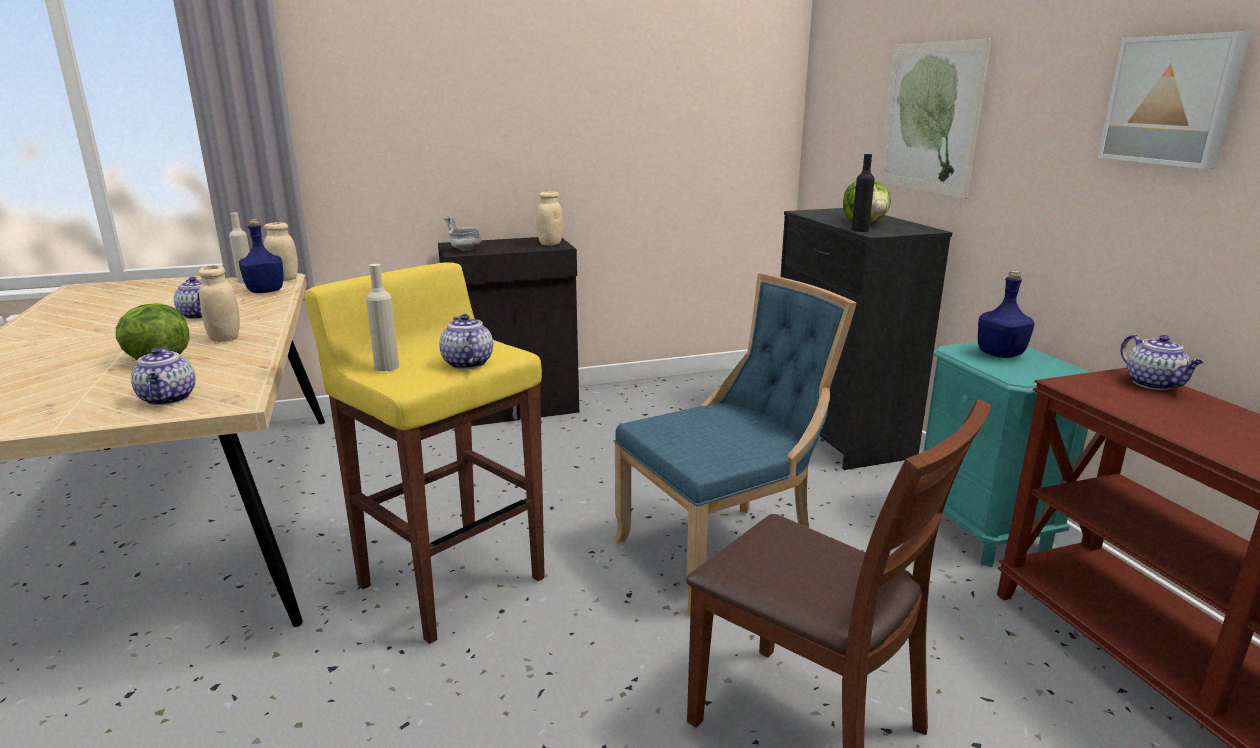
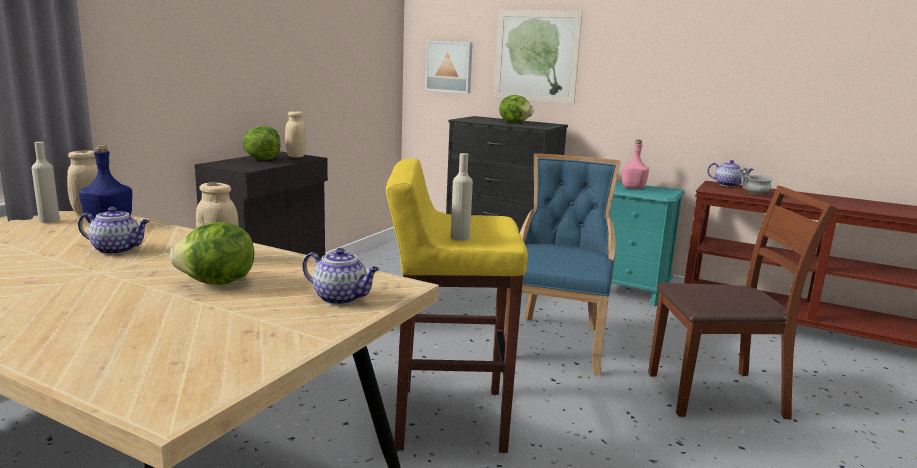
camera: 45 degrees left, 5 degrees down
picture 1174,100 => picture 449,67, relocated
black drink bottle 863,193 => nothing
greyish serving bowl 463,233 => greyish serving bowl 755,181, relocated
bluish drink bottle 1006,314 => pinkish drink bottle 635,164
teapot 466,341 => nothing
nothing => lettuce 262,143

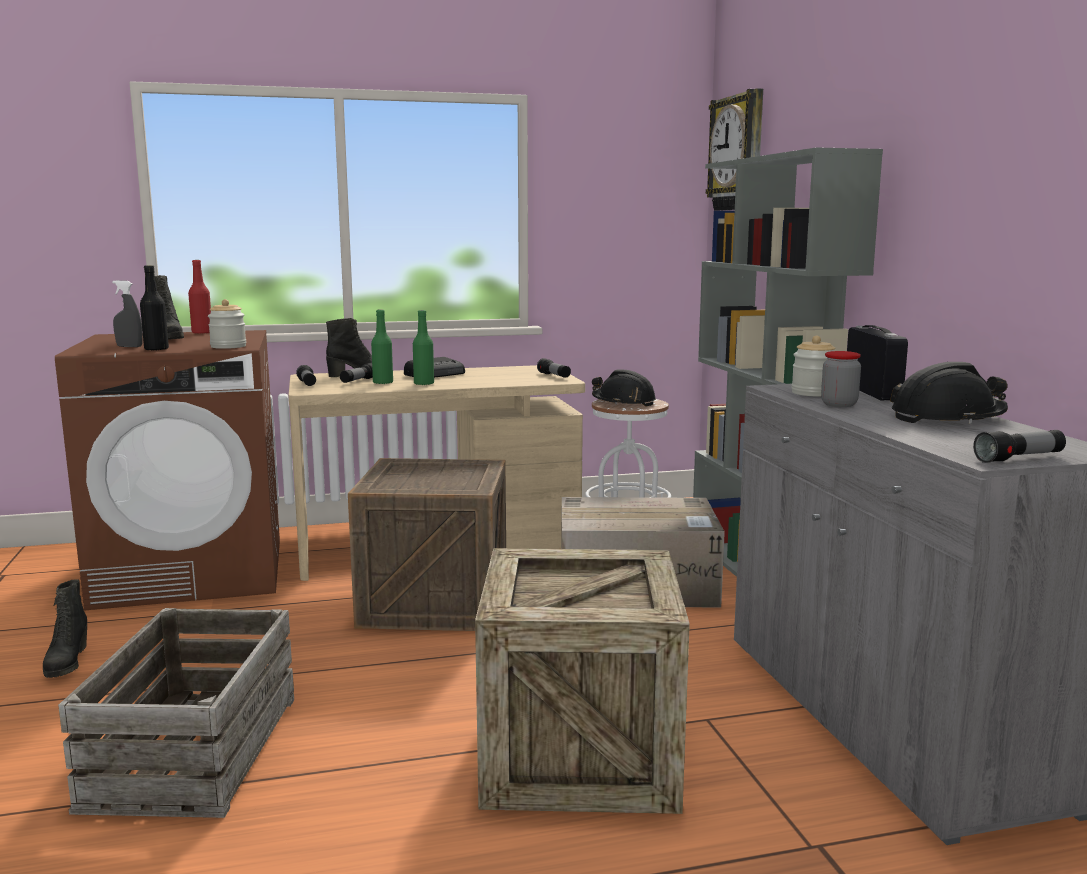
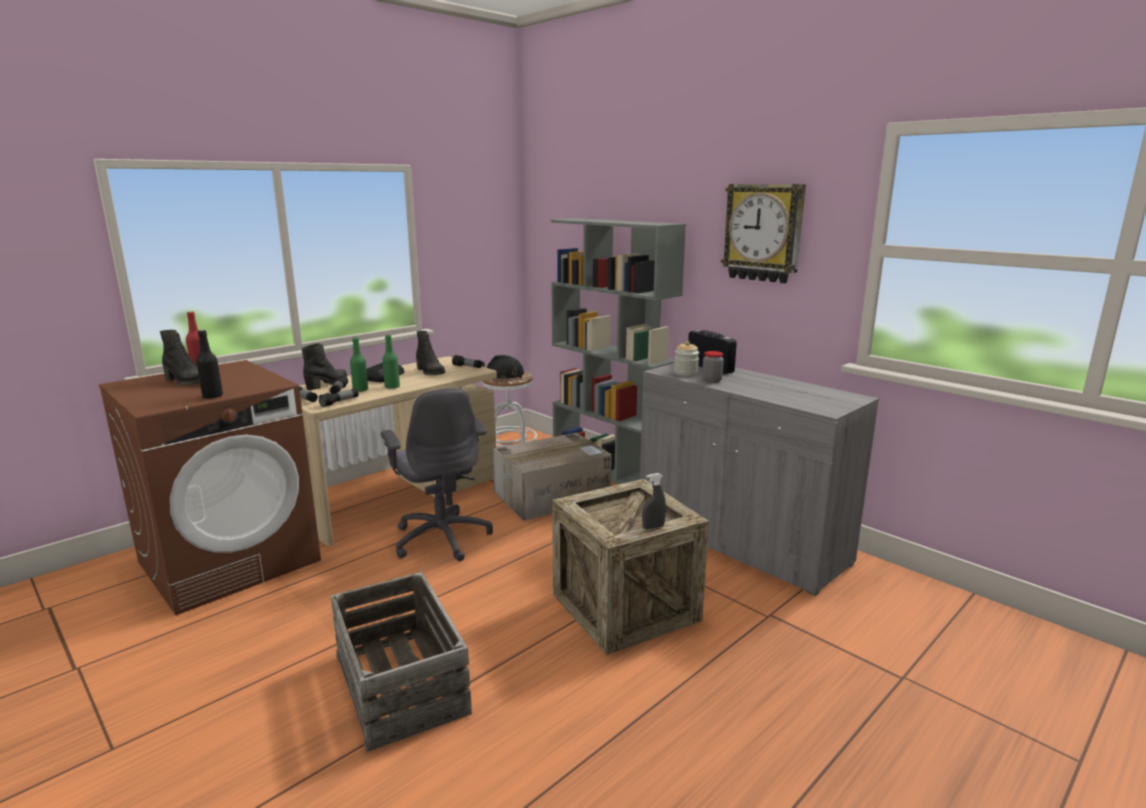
camera: 30 degrees left, 5 degrees up
clock on the wall 734,149 => clock on the wall 763,234, relocated
greyish sprayer 127,313 => greyish sprayer 654,501, relocated
preserve jar 227,324 => nothing
black hard hat 949,393 => nothing
flashlight 1019,446 => flashlight 339,397, relocated
crate 427,544 => greyish office chair 437,474
black tall boot 65,629 => black tall boot 430,353, relocated

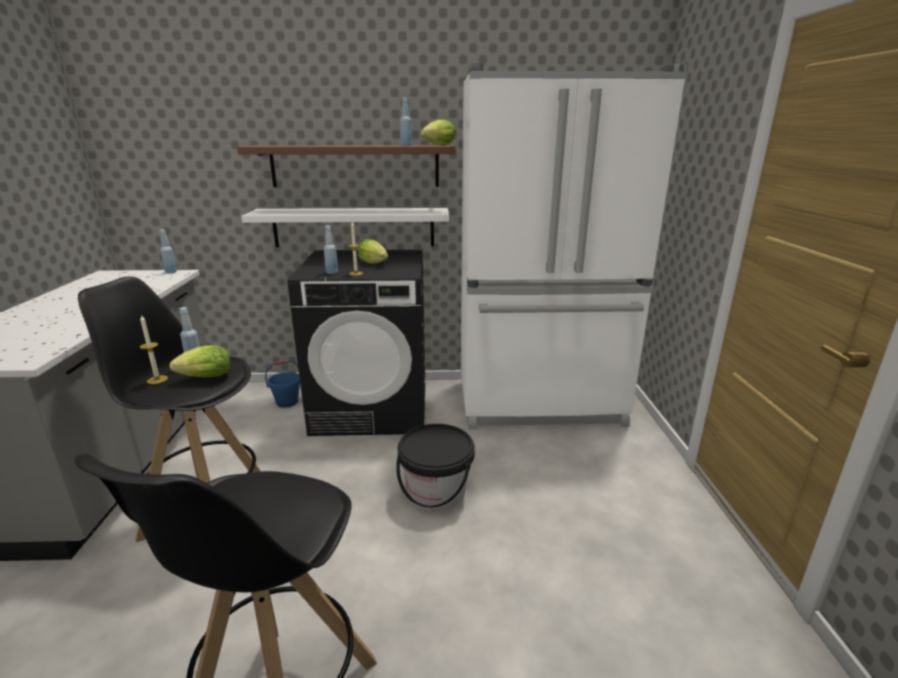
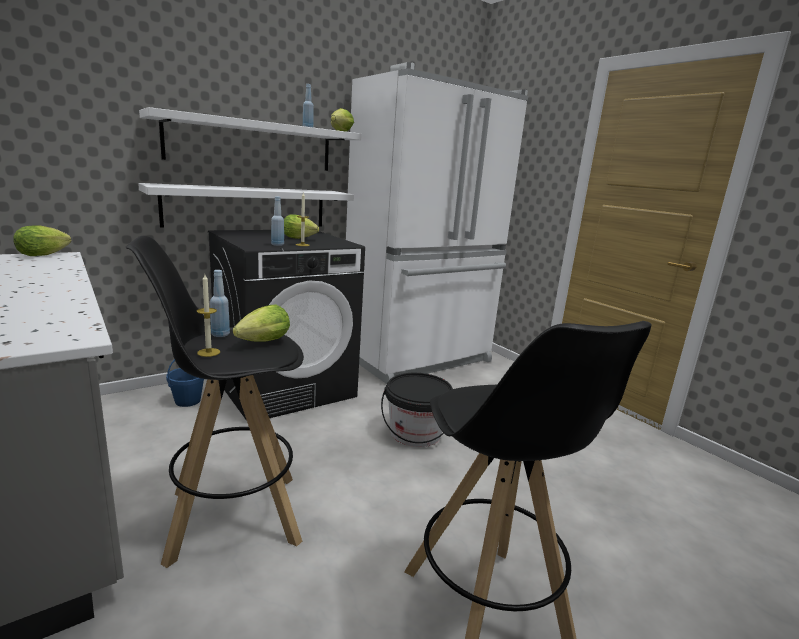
camera: 35 degrees left, 5 degrees down
brownish bracket shelf 346,166 => white-coloured bracket shelf 250,139
bluish drink bottle 168,251 => lettuce 42,240

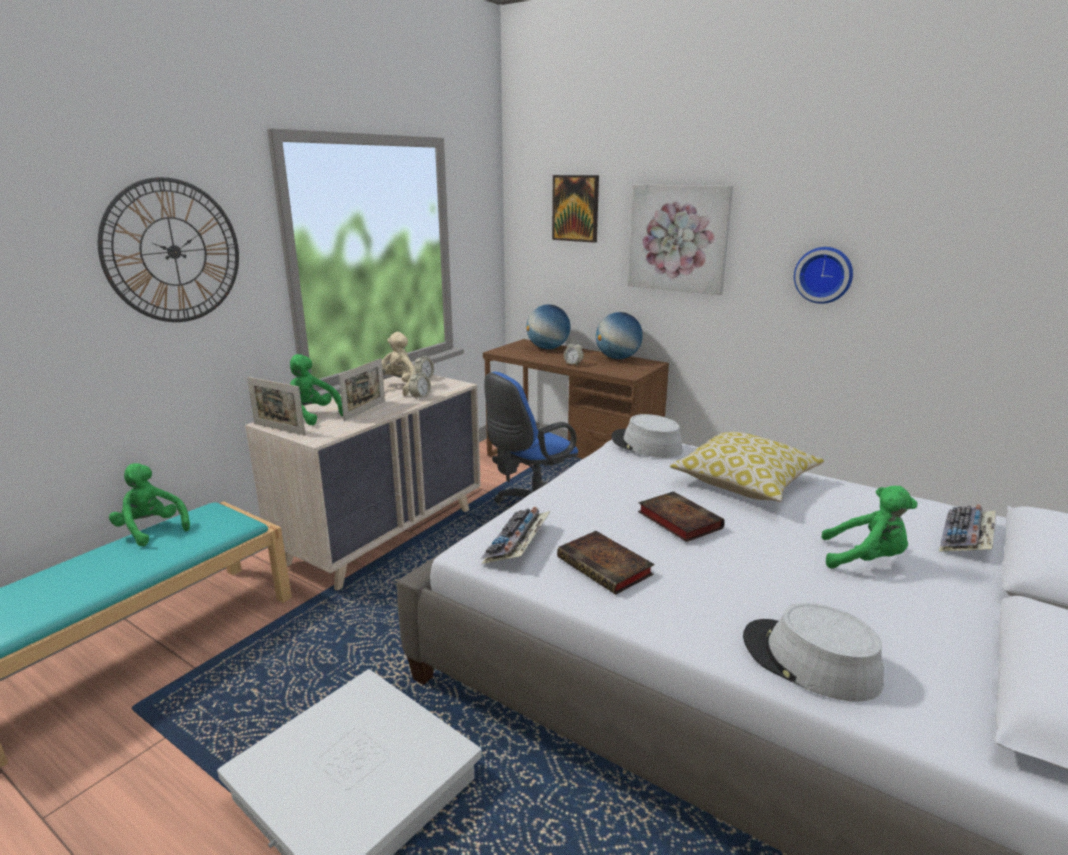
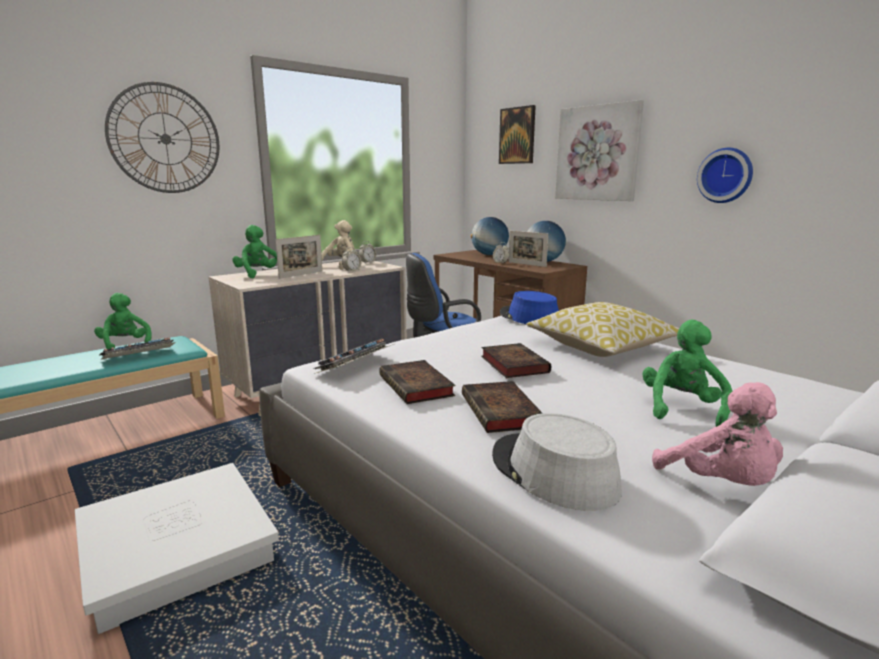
camera: 15 degrees right, 5 degrees down
picture frame 276,406 => picture frame 528,249, relocated
greyish clothing hat 647,436 => bluish clothing hat 529,307
green soft toy 869,527 => green soft toy 687,373, 105 degrees counterclockwise
PC keyboard 967,528 => PC keyboard 137,348, relocated
nothing => book 502,407
nothing => pinkish soft toy 717,434

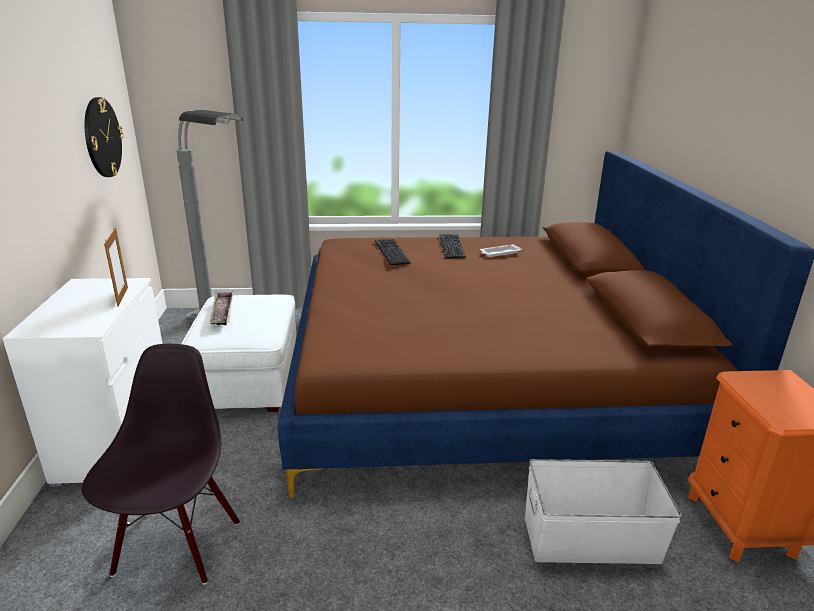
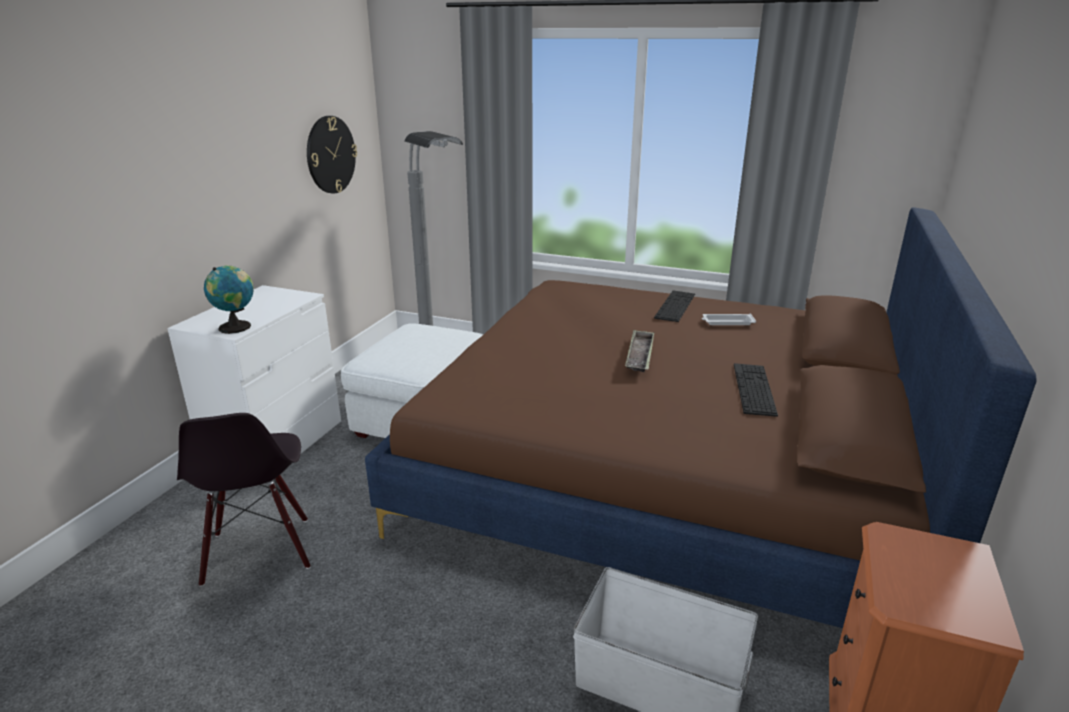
camera: 25 degrees right, 0 degrees up
picture frame 116,267 => nothing
PC keyboard 393,252 => PC keyboard 756,390, relocated
serving tray 221,308 => serving tray 639,351, relocated
black upright chair 161,464 => black upright chair 244,500, 135 degrees clockwise
nothing => globe 229,300

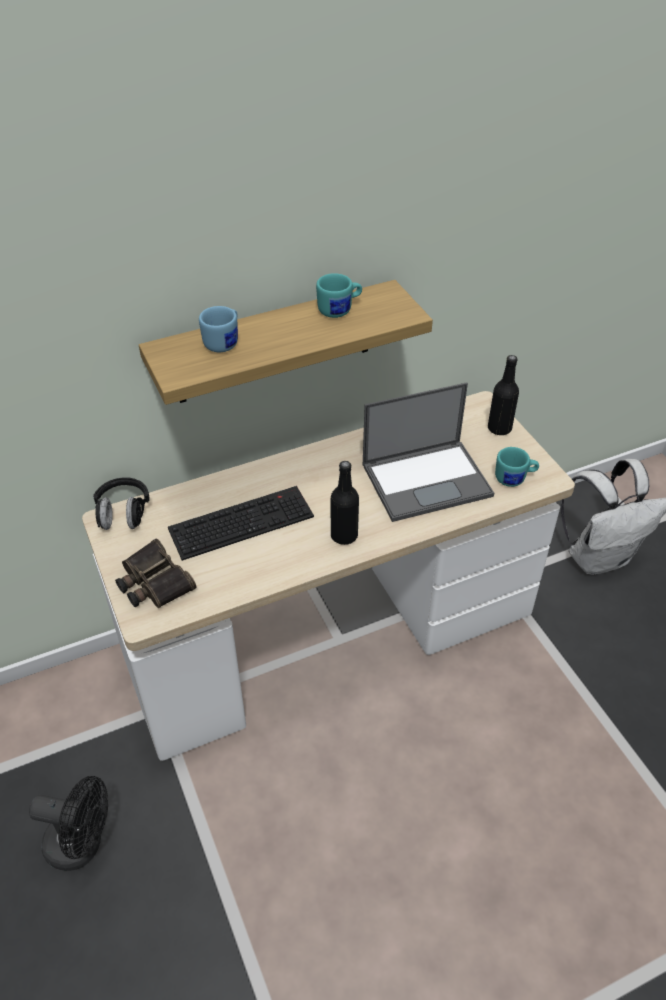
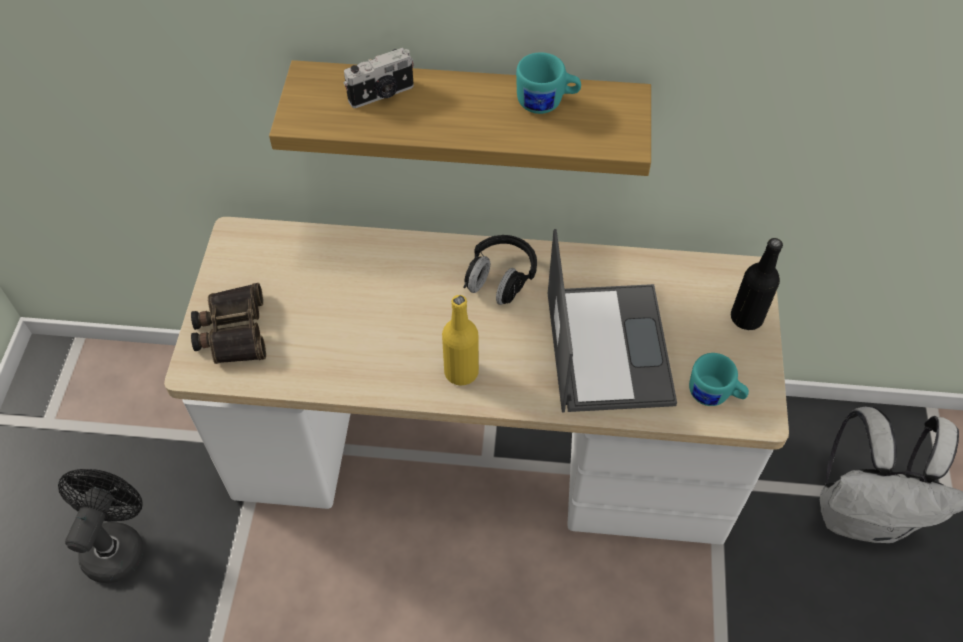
camera: 30 degrees right, 10 degrees up
bluish coffee mug 218,329 => still camera 379,78
notebook computer 428,452 => notebook computer 612,320, 105 degrees counterclockwise
black drink bottle 345,503 => yellow drink bottle 460,340
black headset 121,503 => black headset 500,270, relocated
PC keyboard 241,523 => nothing
black fan 68,823 => black fan 100,526, 120 degrees counterclockwise

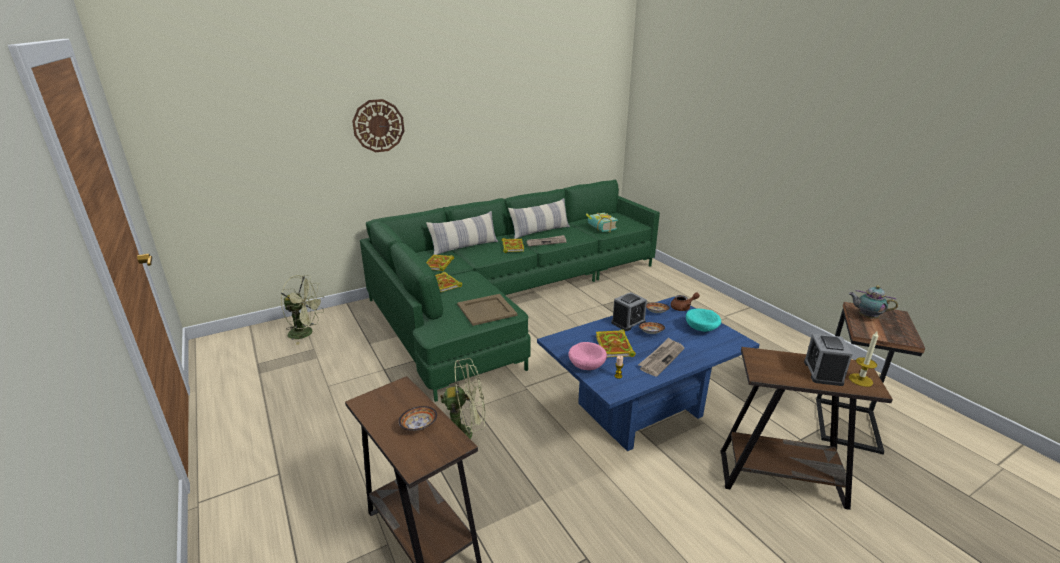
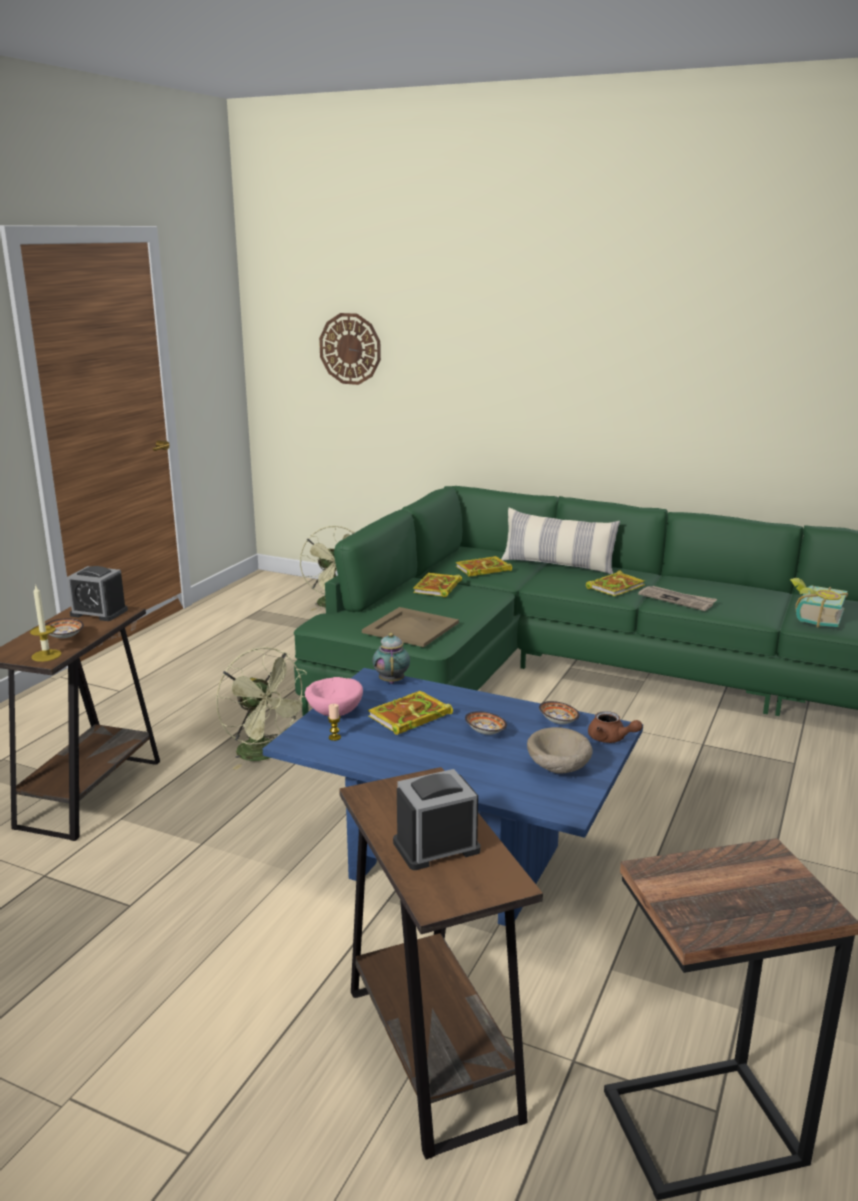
camera: 55 degrees right, 5 degrees down
clock on the wall 378,125 => clock on the wall 350,349, relocated
throw pillow 539,218 => nothing
teapot 873,302 => teapot 391,658, relocated
bedside clock 629,311 => bedside clock 97,593, relocated
turquoise serving bowl 703,320 => beige-coloured serving bowl 560,750
wax candle 863,358 => wax candle 46,623, relocated
printed paper 661,357 => nothing

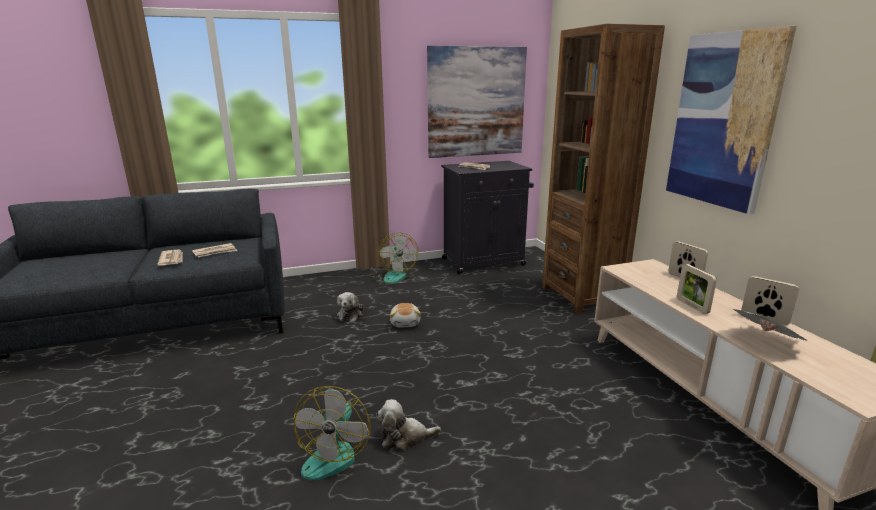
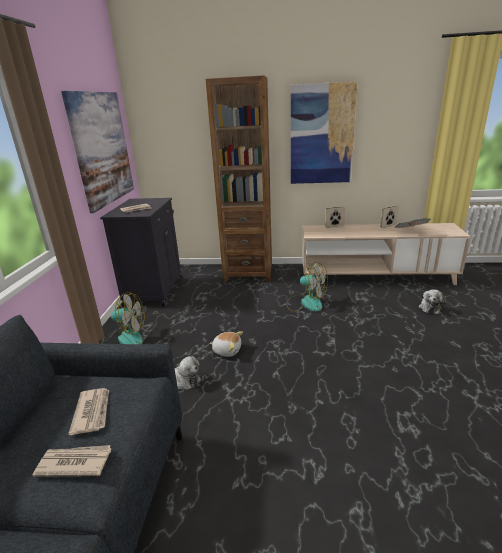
camera: 65 degrees left, 5 degrees up
picture frame 697,289 => nothing
fan 332,433 => fan 307,287, relocated
soft toy 408,425 => soft toy 432,301, relocated

